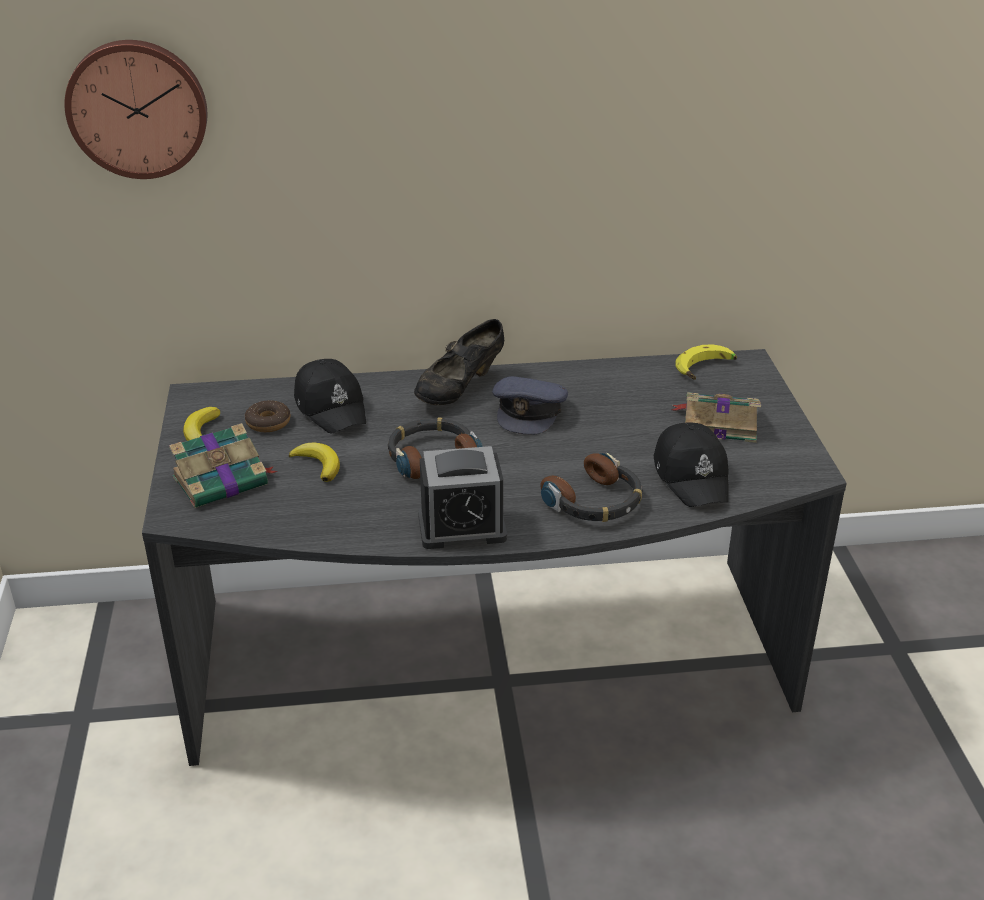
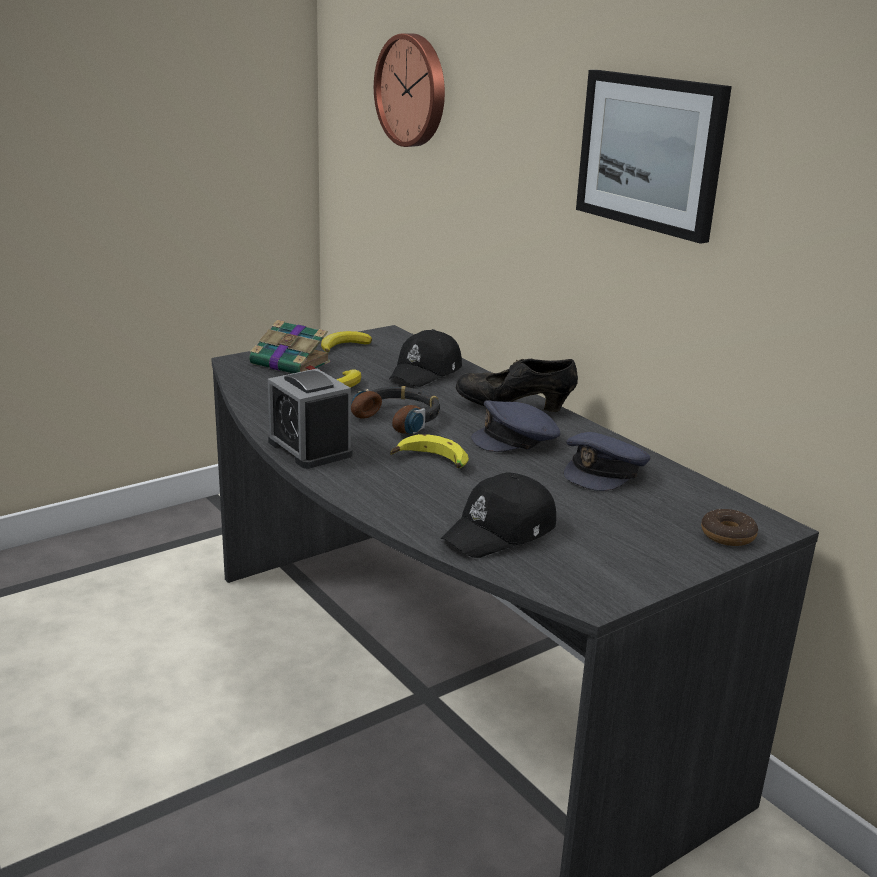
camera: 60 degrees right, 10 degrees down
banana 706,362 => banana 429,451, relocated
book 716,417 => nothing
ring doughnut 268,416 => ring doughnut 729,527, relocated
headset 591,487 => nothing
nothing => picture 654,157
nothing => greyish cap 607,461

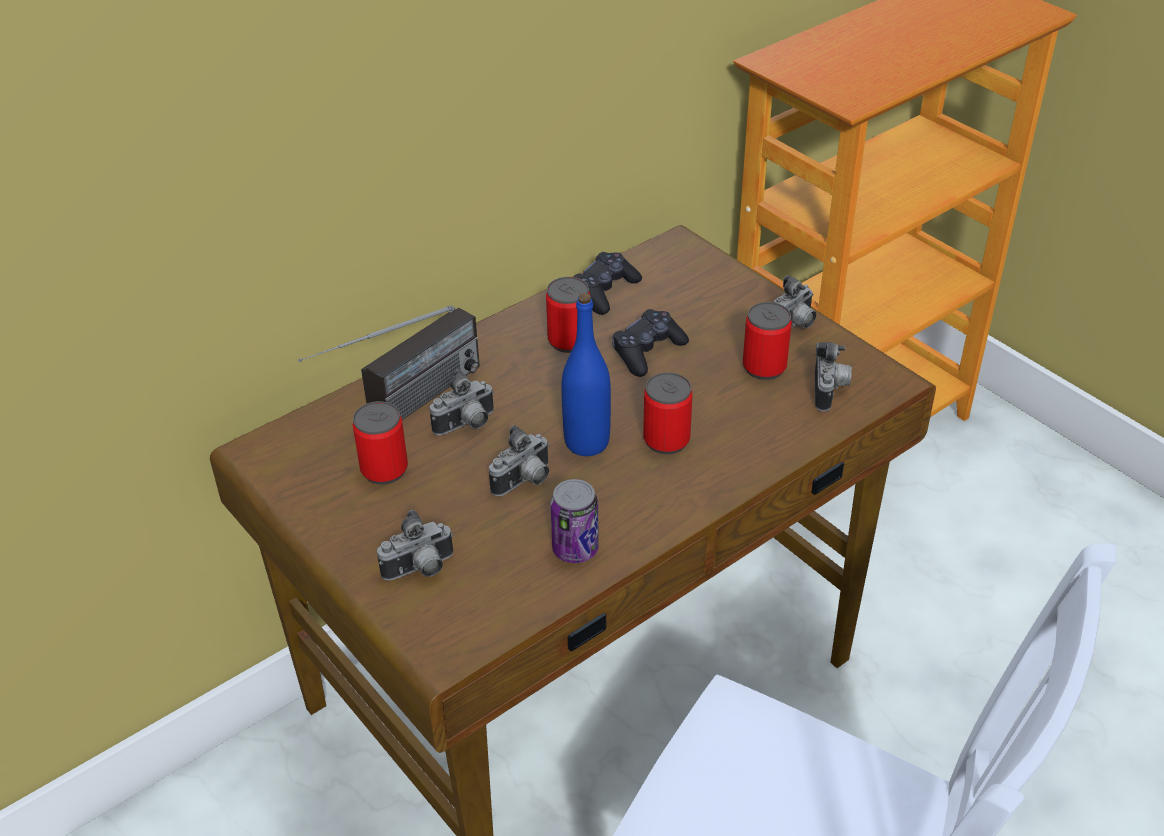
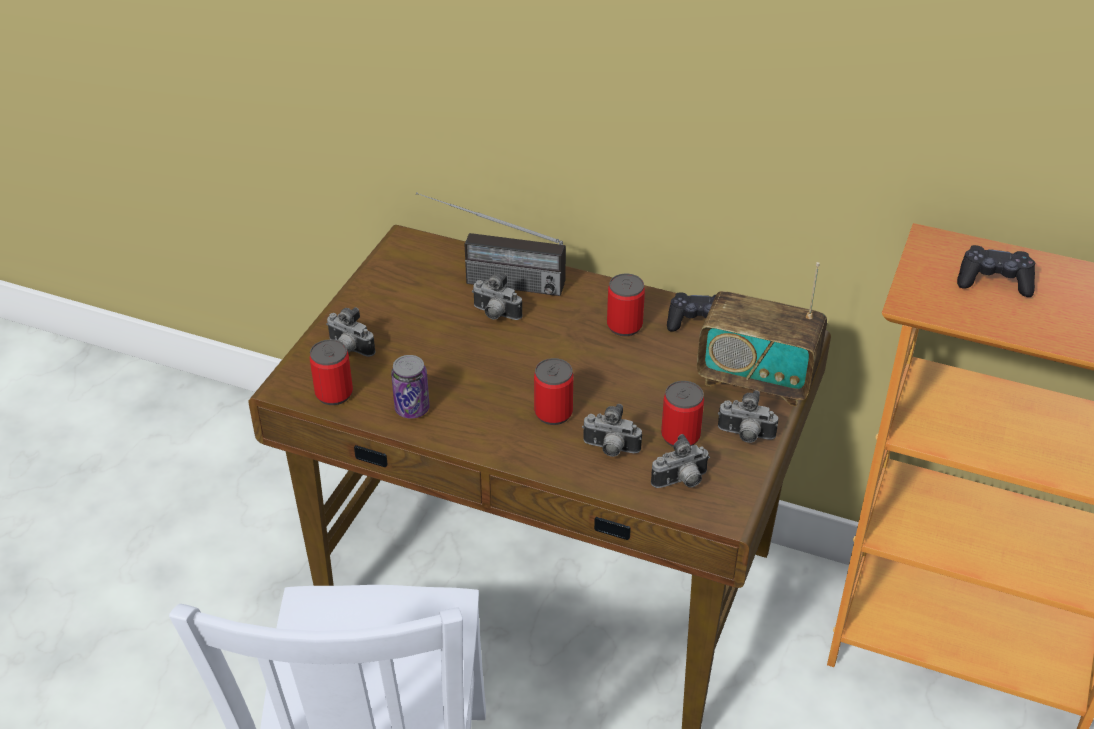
camera: 60 degrees right, 0 degrees up
bluish drink bottle 586,374 => nothing
black game controller 650,343 => black game controller 996,271, relocated
can 380,442 => can 331,372, relocated
still camera 519,460 => still camera 612,430, relocated
nothing => radio 762,334

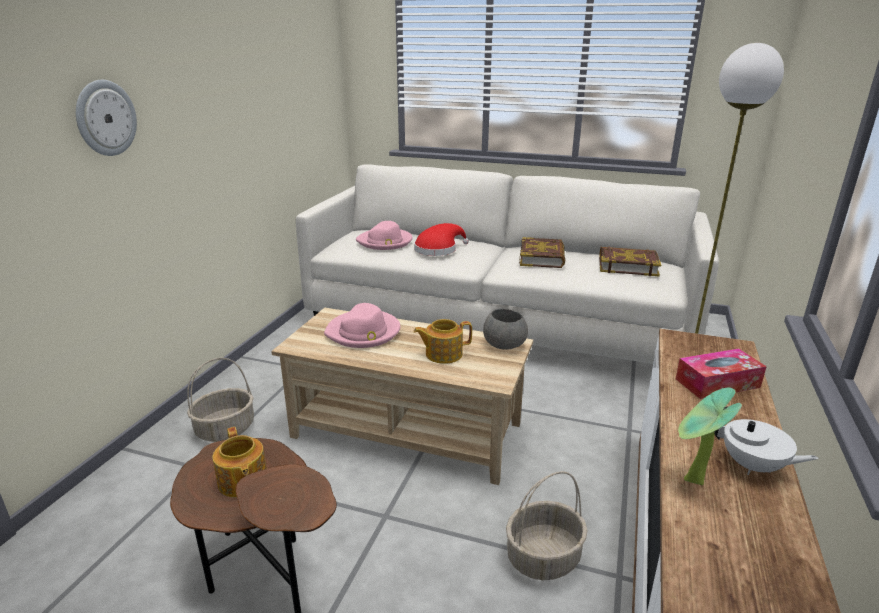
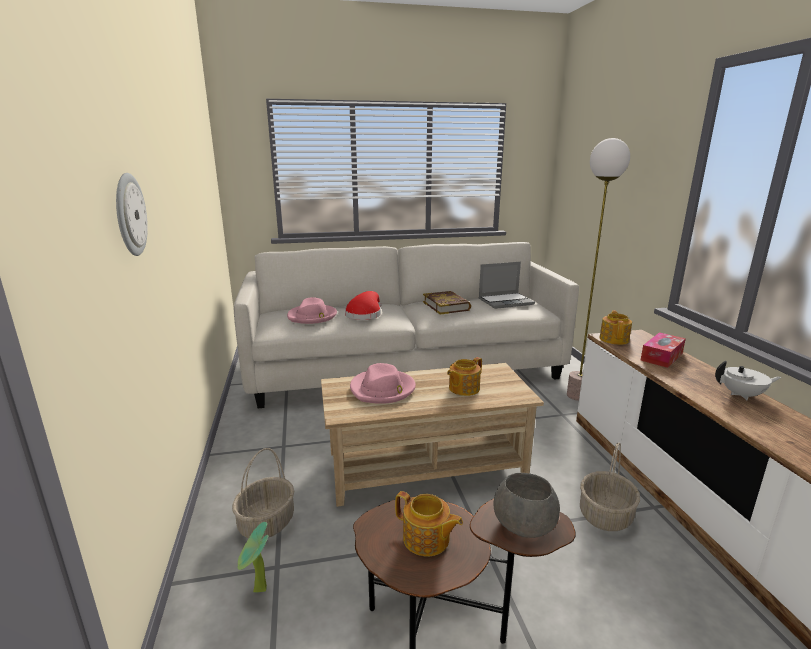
camera: 30 degrees left, 5 degrees down
book 630,261 => notebook computer 507,285
greyish serving bowl 505,329 => greyish serving bowl 527,505, relocated
potted plant 710,436 => potted plant 252,557, relocated
nothing => teapot 616,327

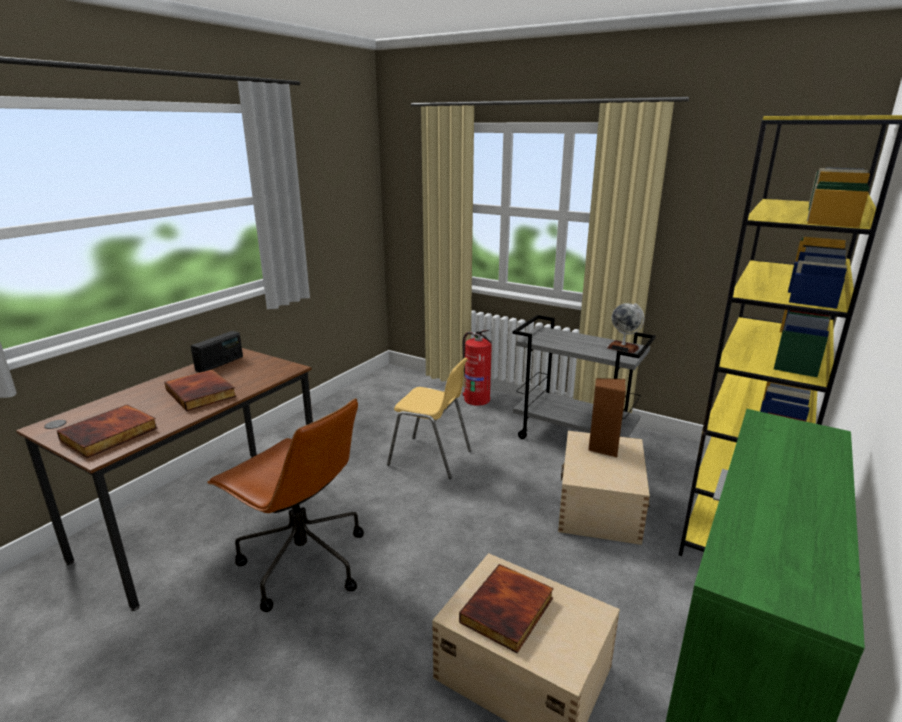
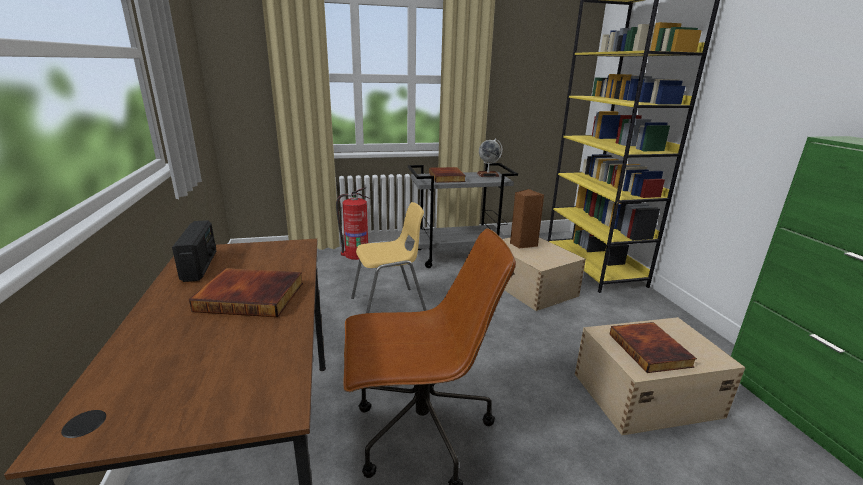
camera: 45 degrees left, 0 degrees up
book 107,431 => book 447,175, relocated

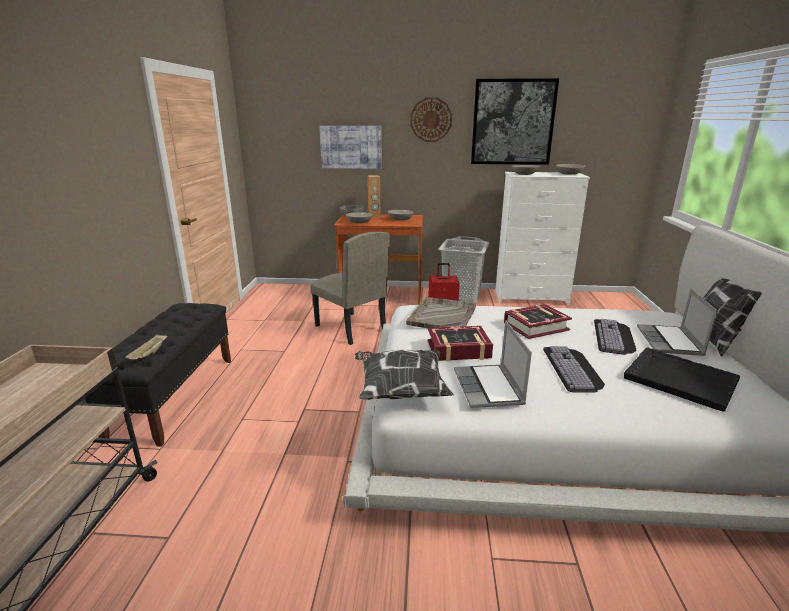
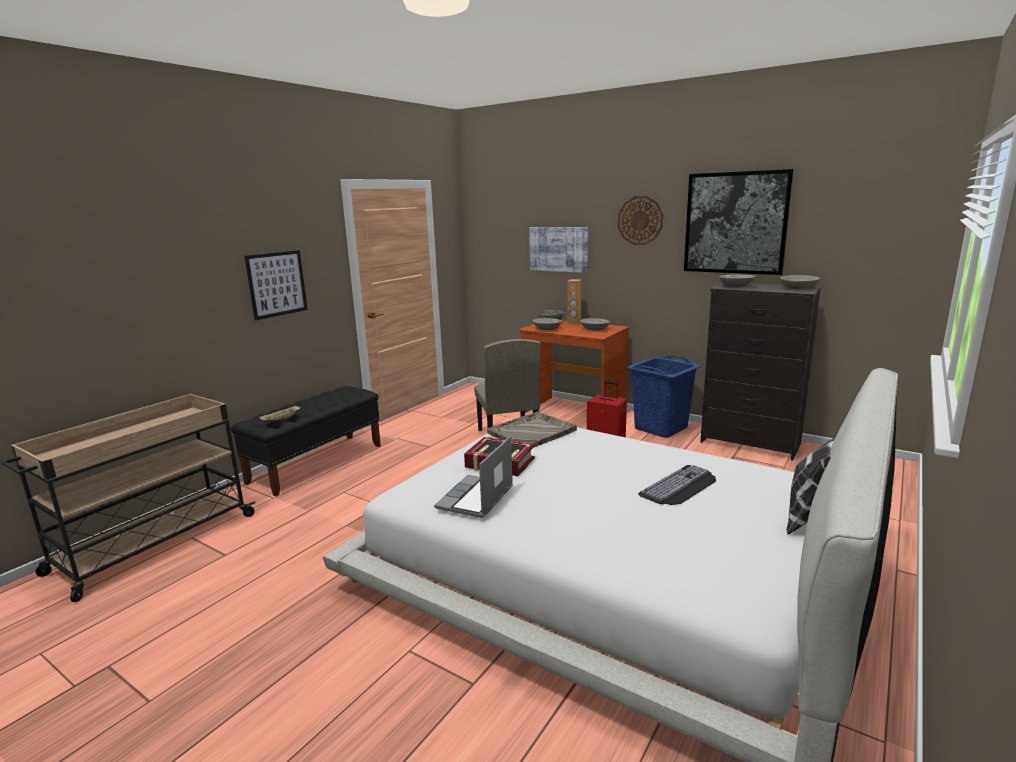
camera: 30 degrees right, 5 degrees down
white-coloured drawer chest 542,238 => black drawer chest 761,372
greyish laundry basket 463,269 => bluish laundry basket 664,396
notebook computer 677,322 => nothing
book 538,321 => nothing
PC keyboard 574,369 => nothing
black serving tray 682,380 => nothing
throw pillow 404,374 => nothing
nothing => picture 276,285

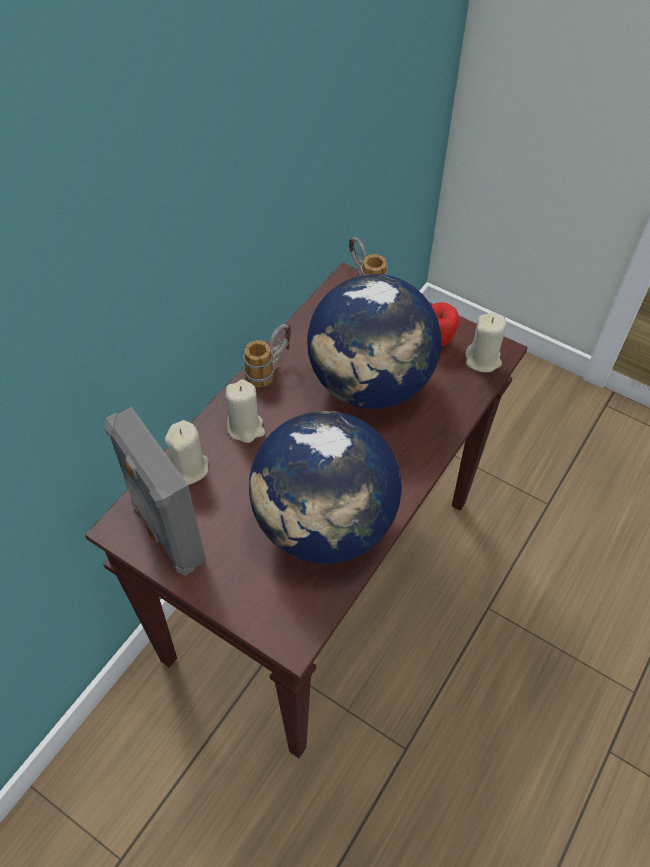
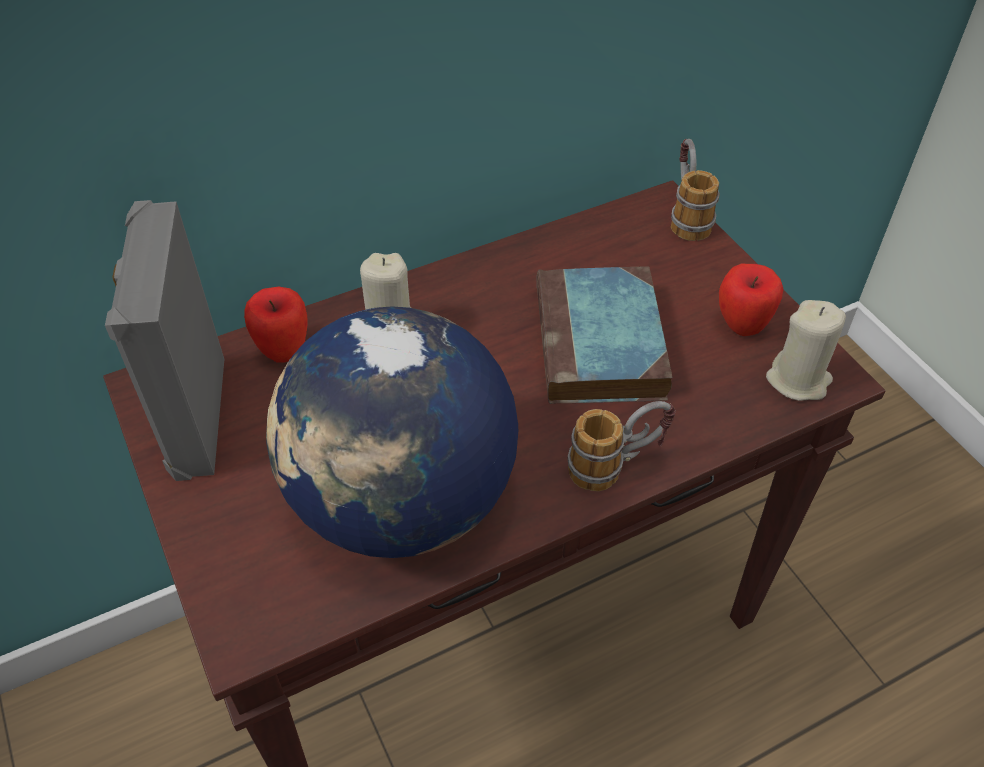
camera: 30 degrees right, 5 degrees down
globe 374,341 => book 605,335
coffee mug 267,355 => coffee mug 621,446, relocated
beige-coloured wax candle 187,452 => whole apple 276,324

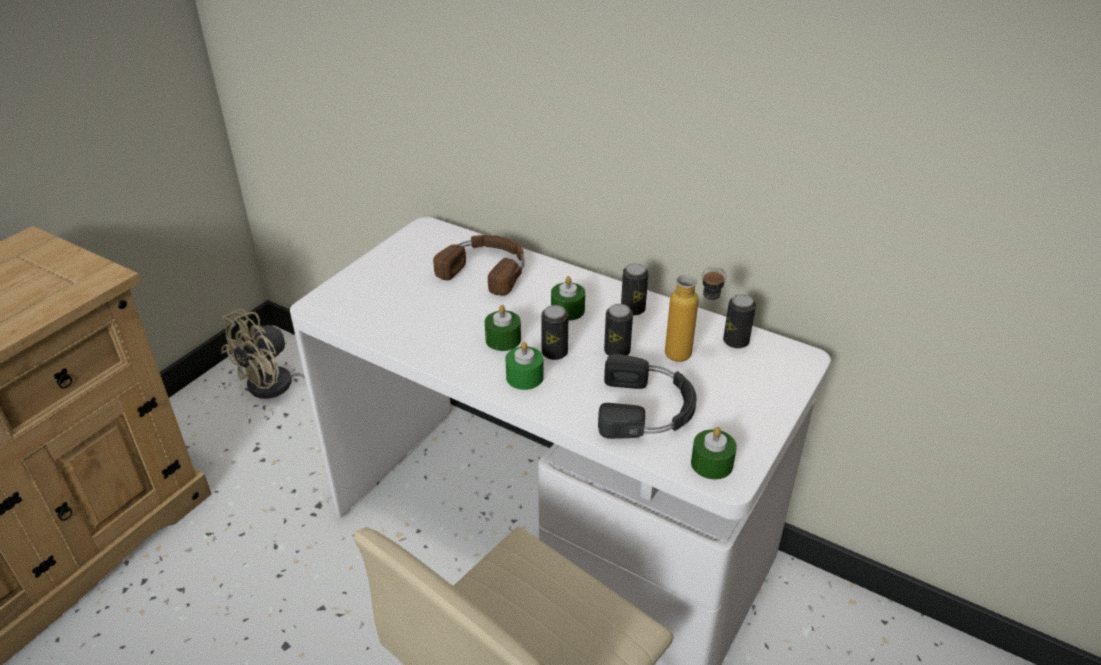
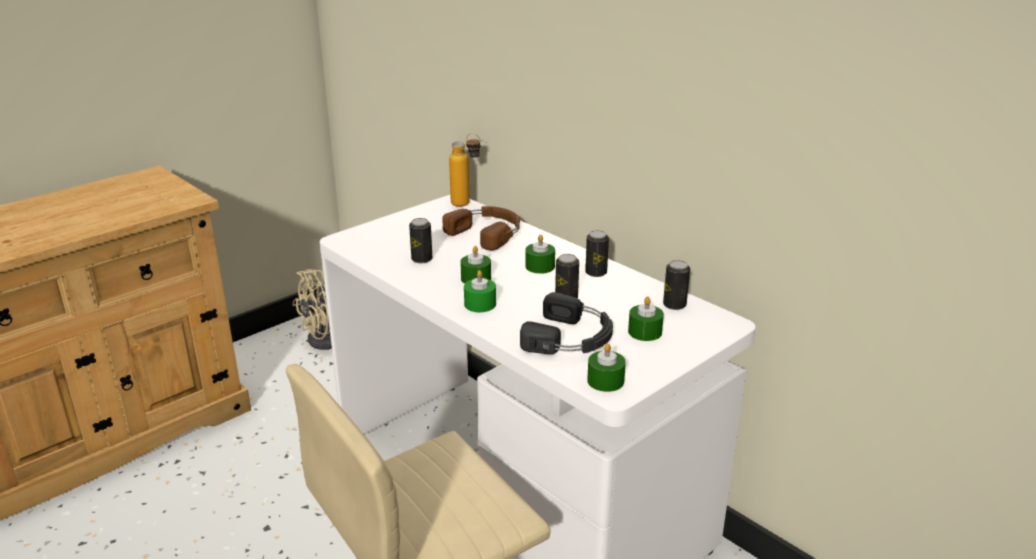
camera: 15 degrees right, 10 degrees down
drink bottle 696,314 => drink bottle 465,170, relocated
can 554,332 => can 420,240, relocated
nothing => green wax candle 646,318

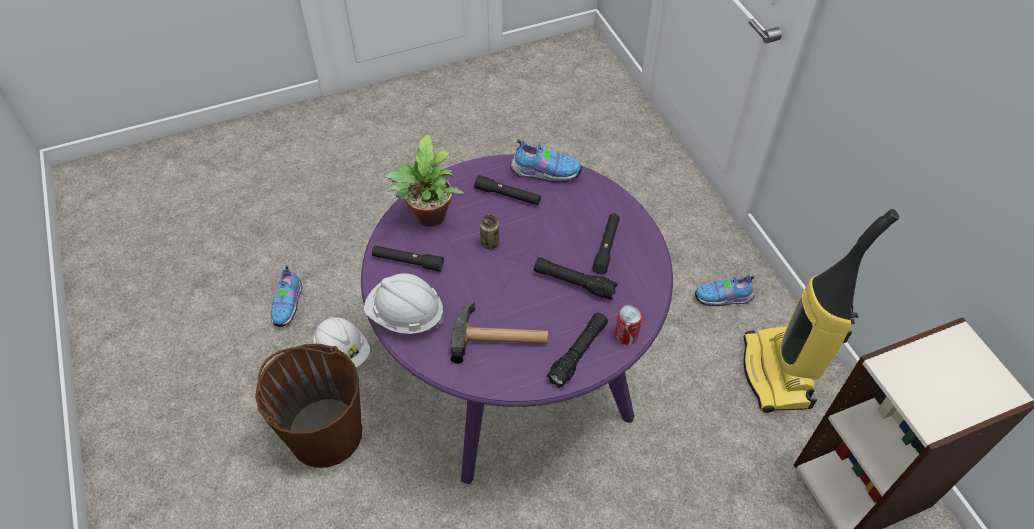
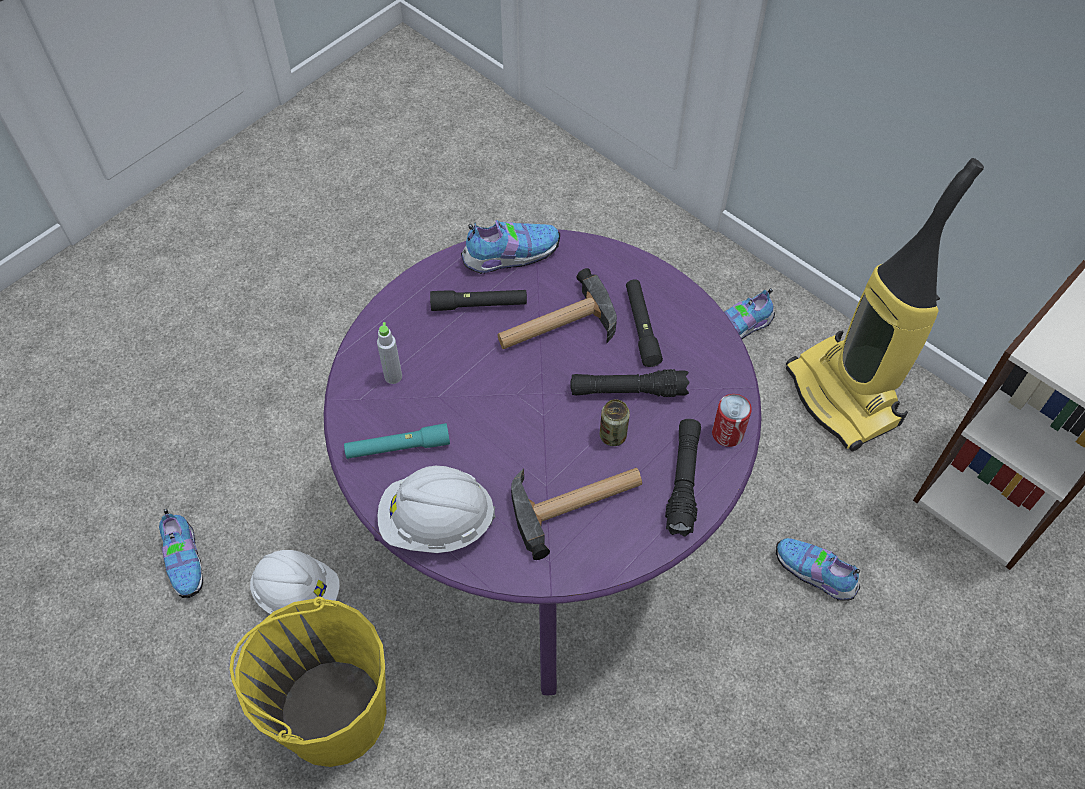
camera: 25 degrees left, 5 degrees up
potted plant 423,180 => greyish drink bottle 389,353
can 490,232 => can 615,422, relocated
black flashlight 408,259 => turquoise flashlight 397,441
brownish water bucket 308,406 => yellow water bucket 308,682
nothing => hand hammer 557,308
nothing => shoe 818,569

